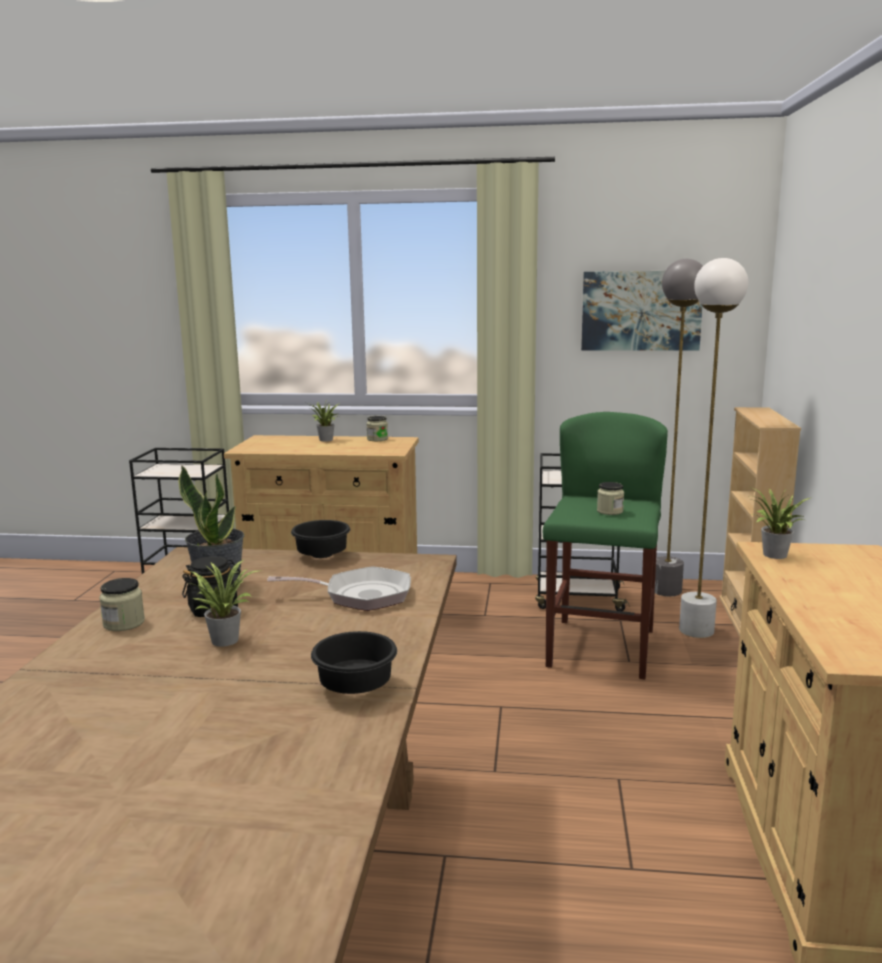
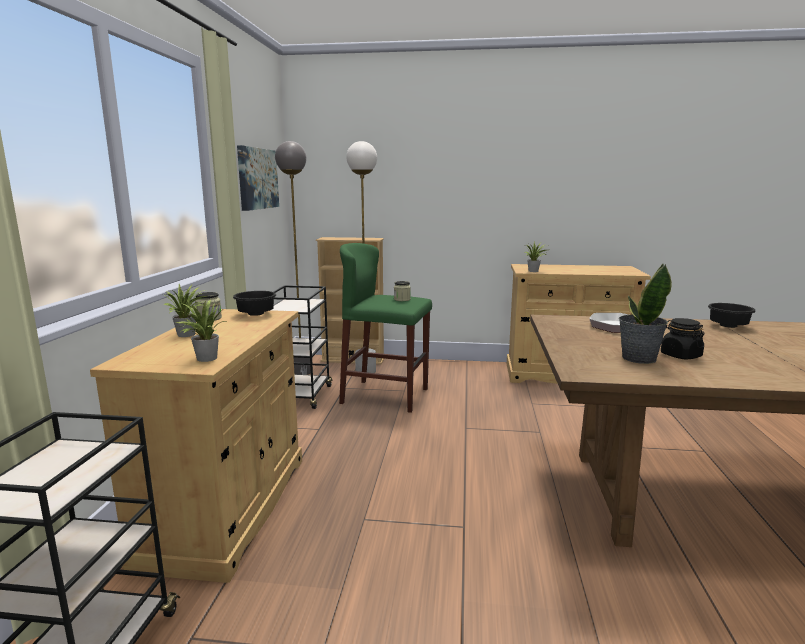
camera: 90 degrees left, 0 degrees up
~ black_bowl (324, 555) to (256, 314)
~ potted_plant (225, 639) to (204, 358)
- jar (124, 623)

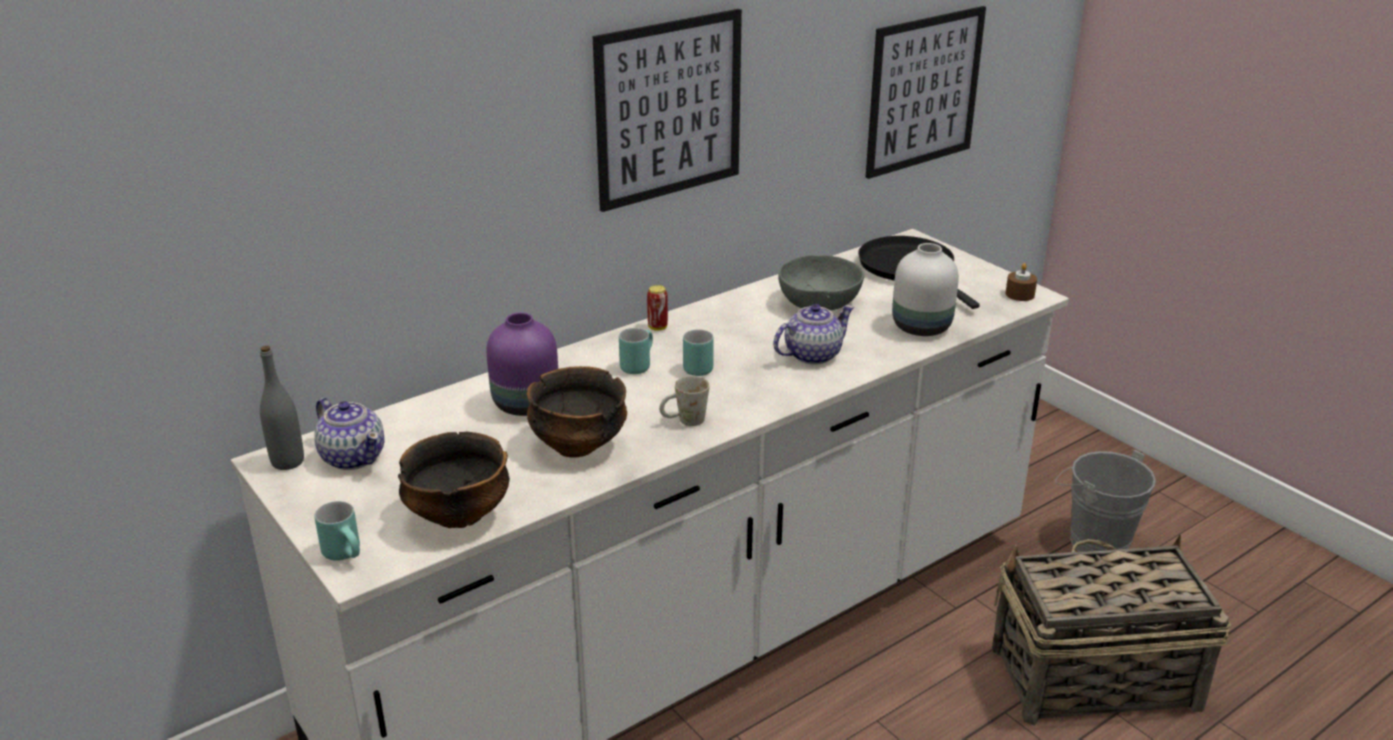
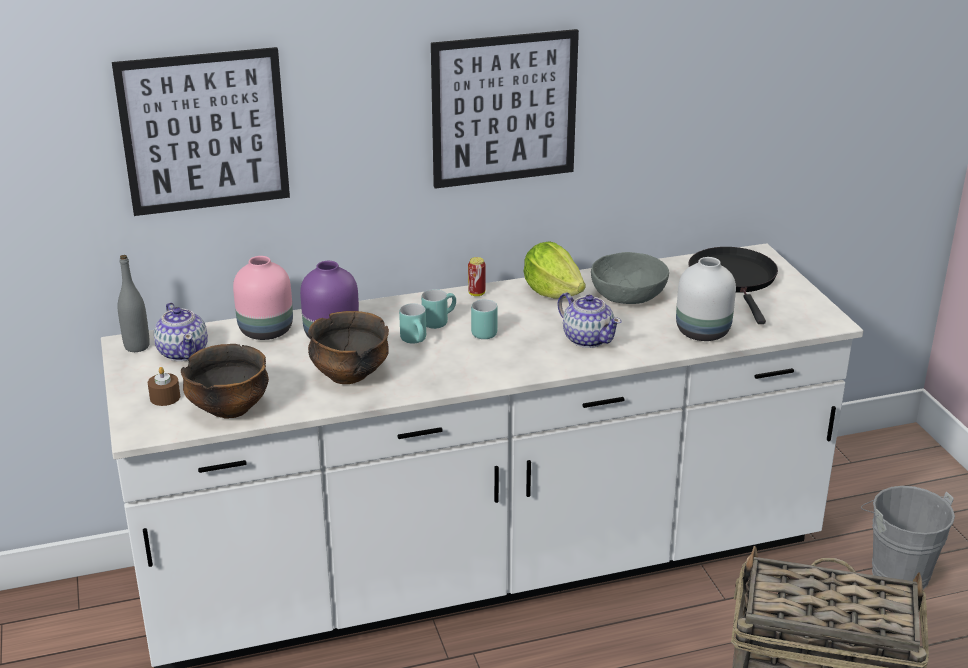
camera: 20 degrees right, 0 degrees up
~ wall_picture (924, 91) to (204, 132)
~ brownish_wax_light (1020, 294) to (165, 397)
~ pot_for_tea (811, 355) = (587, 339) 60 degrees clockwise
- whitish_tea_mug (684, 421)
~ blue-green_tea_mug (348, 554) to (417, 341)
+ head_of_lettuce (553, 292)
+ pinkish_decorative_vase (265, 330)

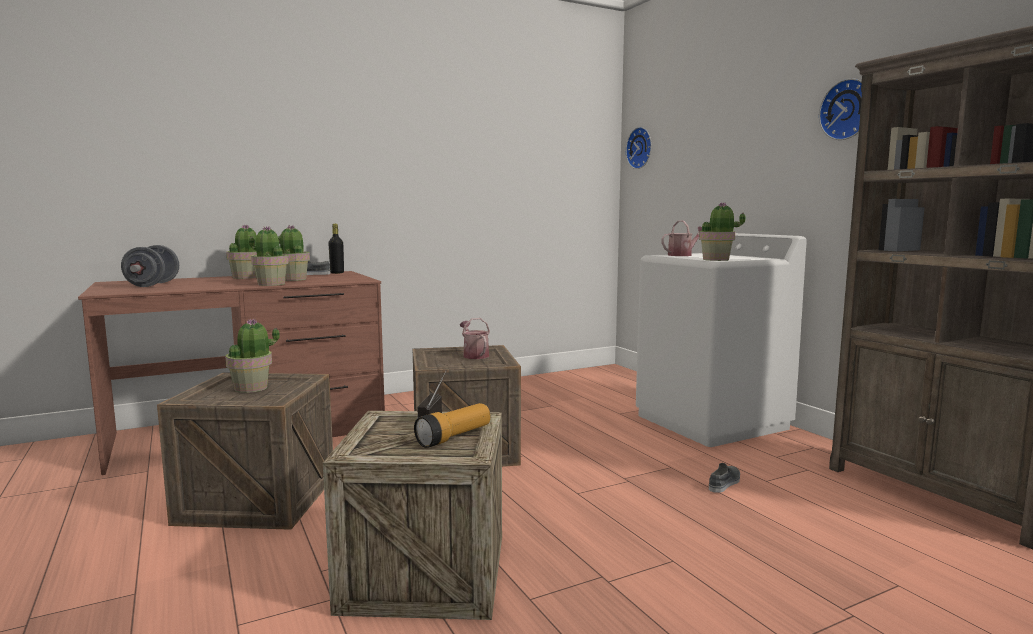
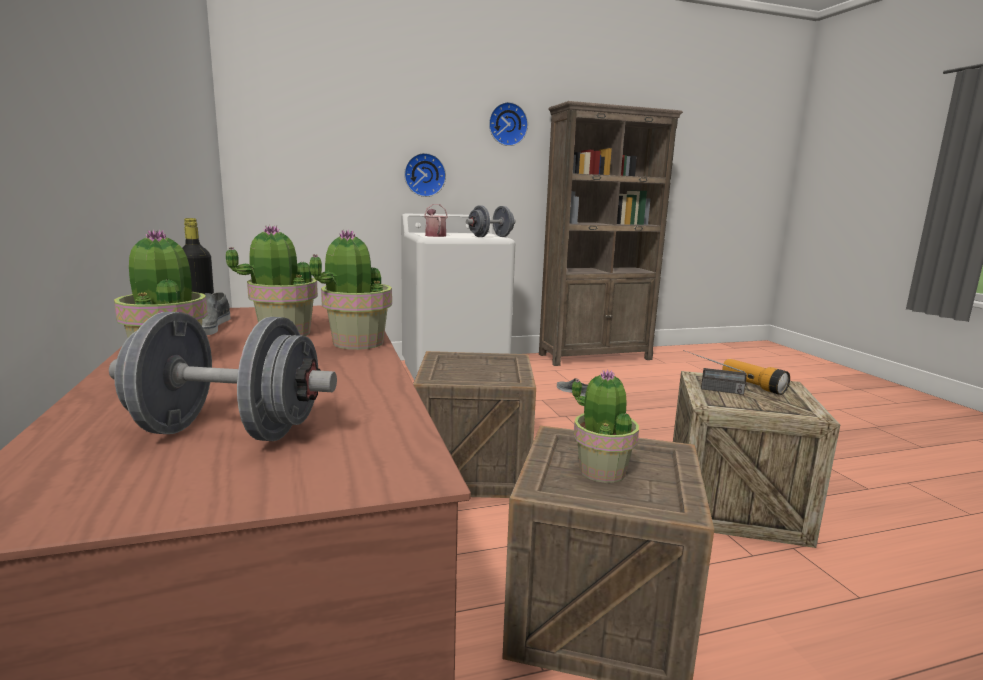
camera: 80 degrees left, 5 degrees up
~ hanging_clock (641, 148) to (424, 175)
~ potted_plant (716, 259) to greyish_free_weight (490, 237)
- sprinkling_can (474, 355)

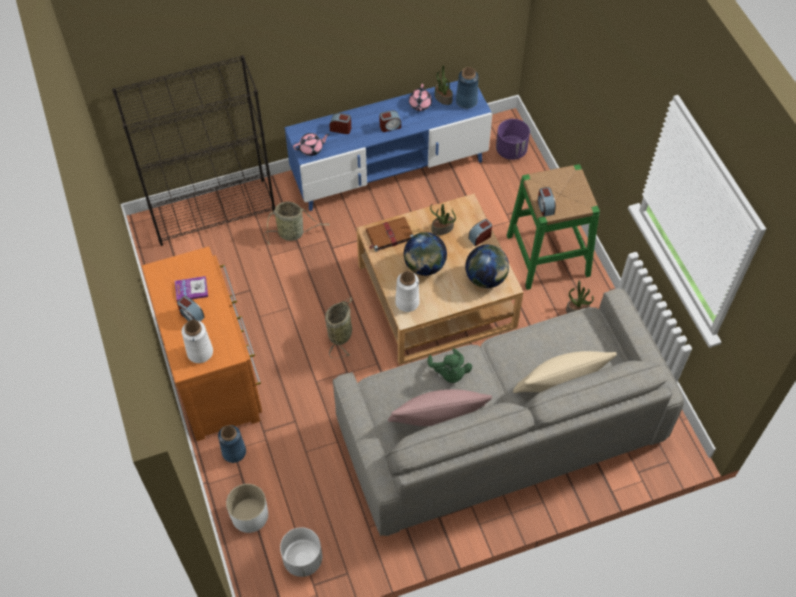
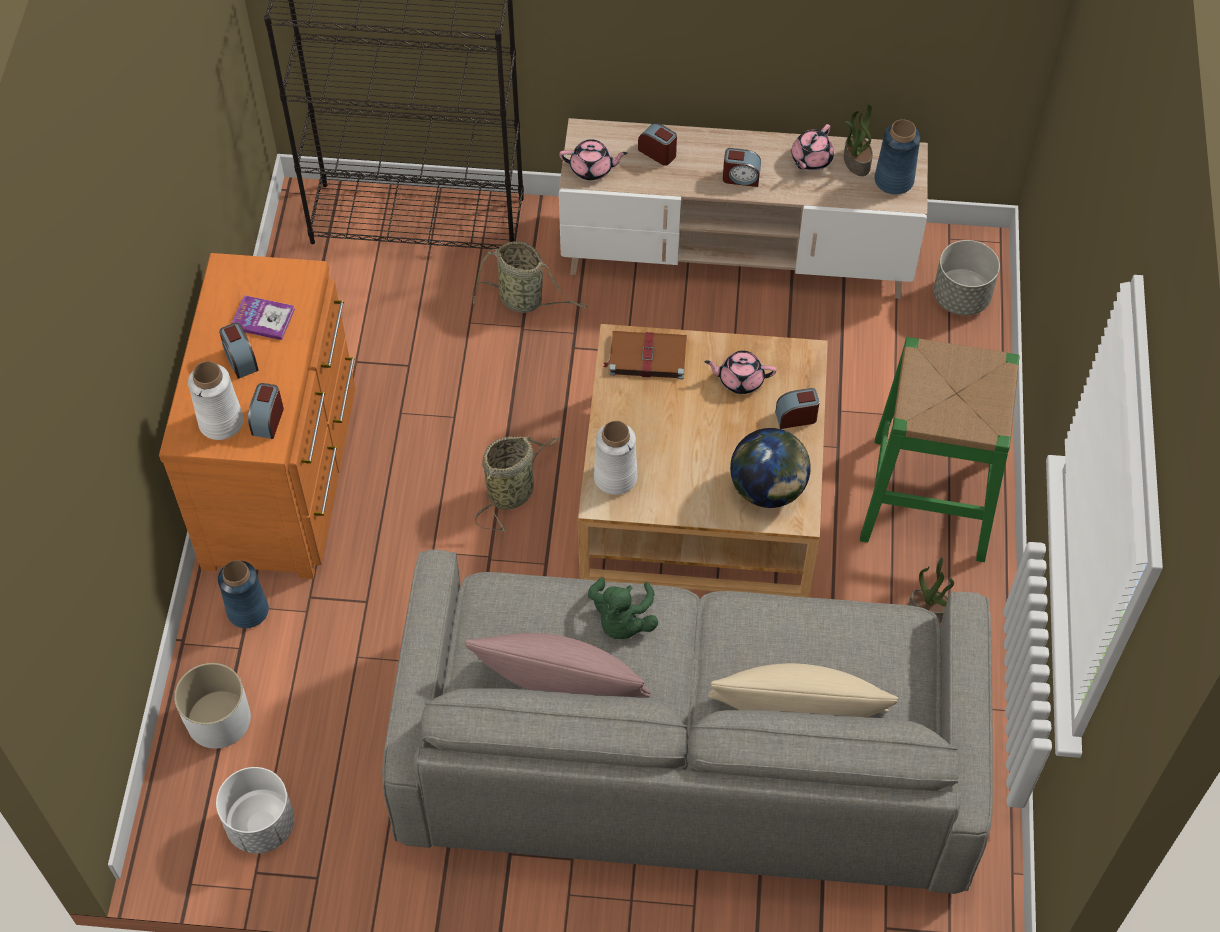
camera: 25 degrees right, 0 degrees up
~ blue-coloured_tv_stand (389, 169) to beige_tv_stand (737, 254)
~ purple_flower_pot (511, 150) to greyish_flower_pot (961, 297)
~ alarm_clock (545, 207) to (268, 420)
~ potted_plant (442, 229) to pinkish_pot_for_tea (740, 379)
- desk_globe (424, 266)

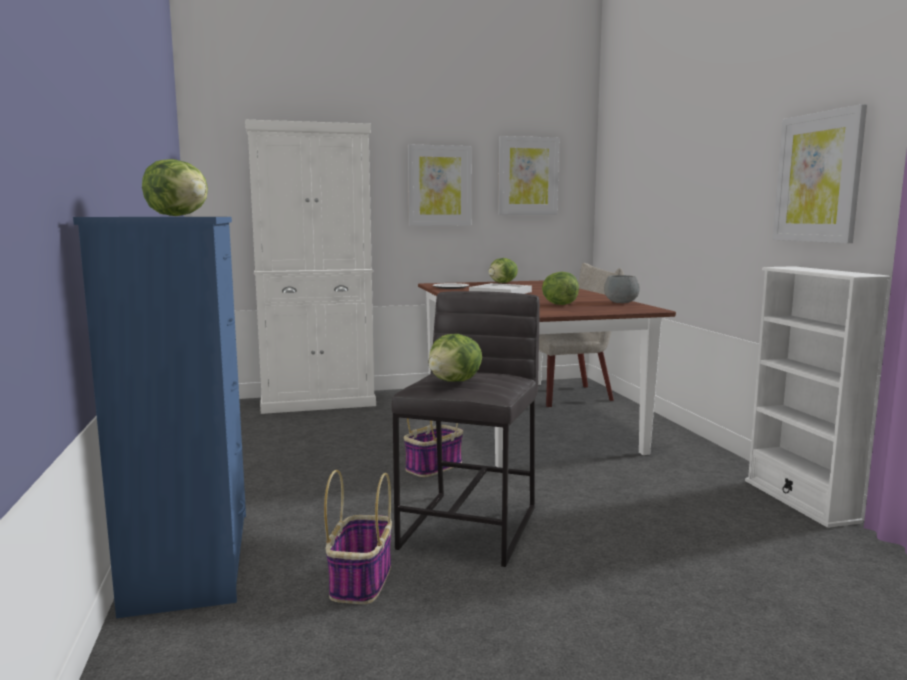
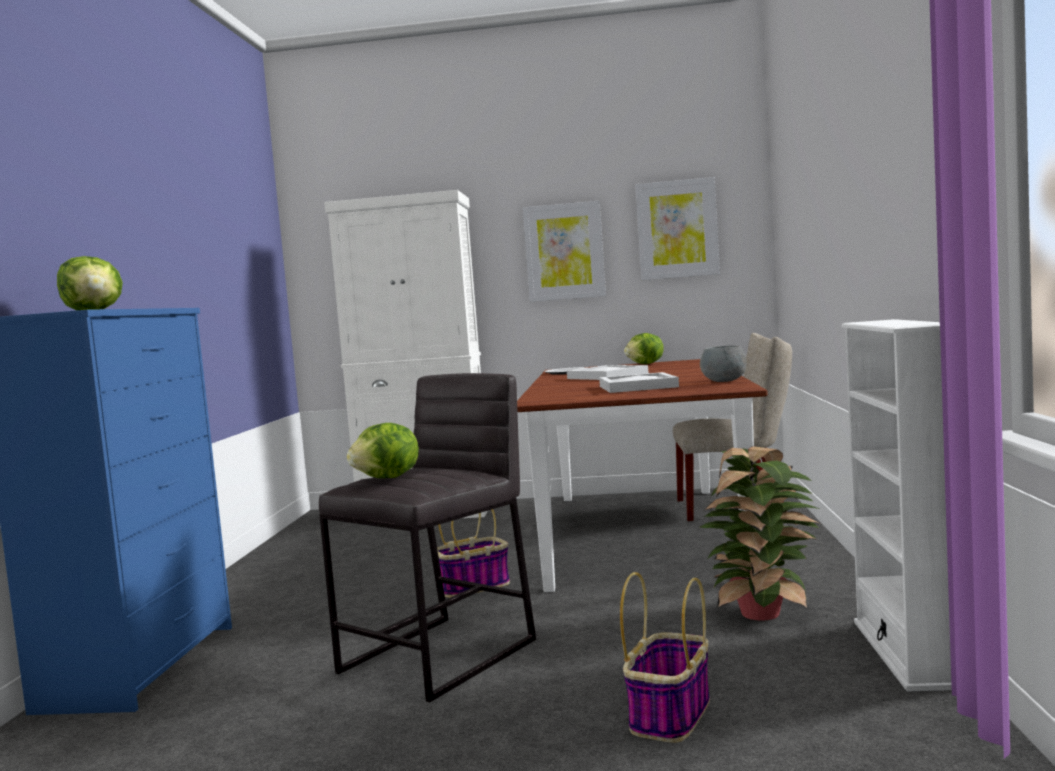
camera: 20 degrees right, 5 degrees down
- wall_picture (818, 177)
~ head_of_lettuce (558, 304) to whitish_tray (637, 387)
~ basket (361, 580) to (670, 714)
+ potted_plant (763, 612)

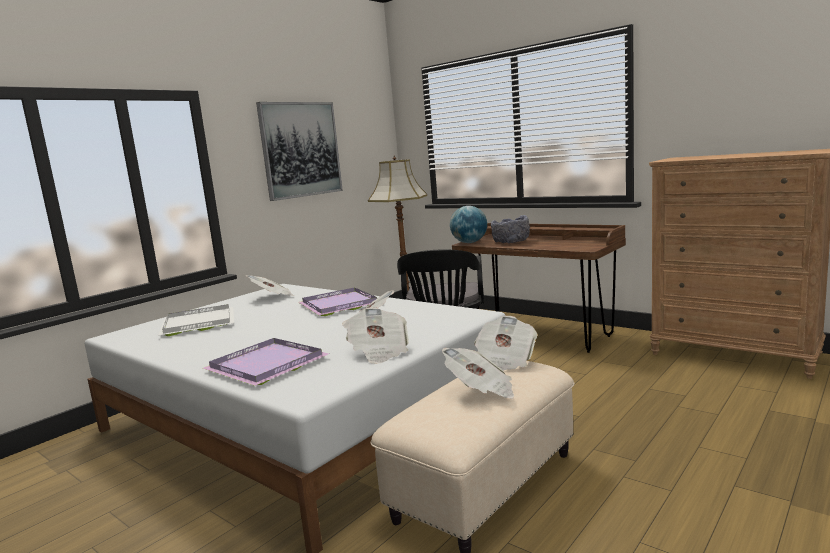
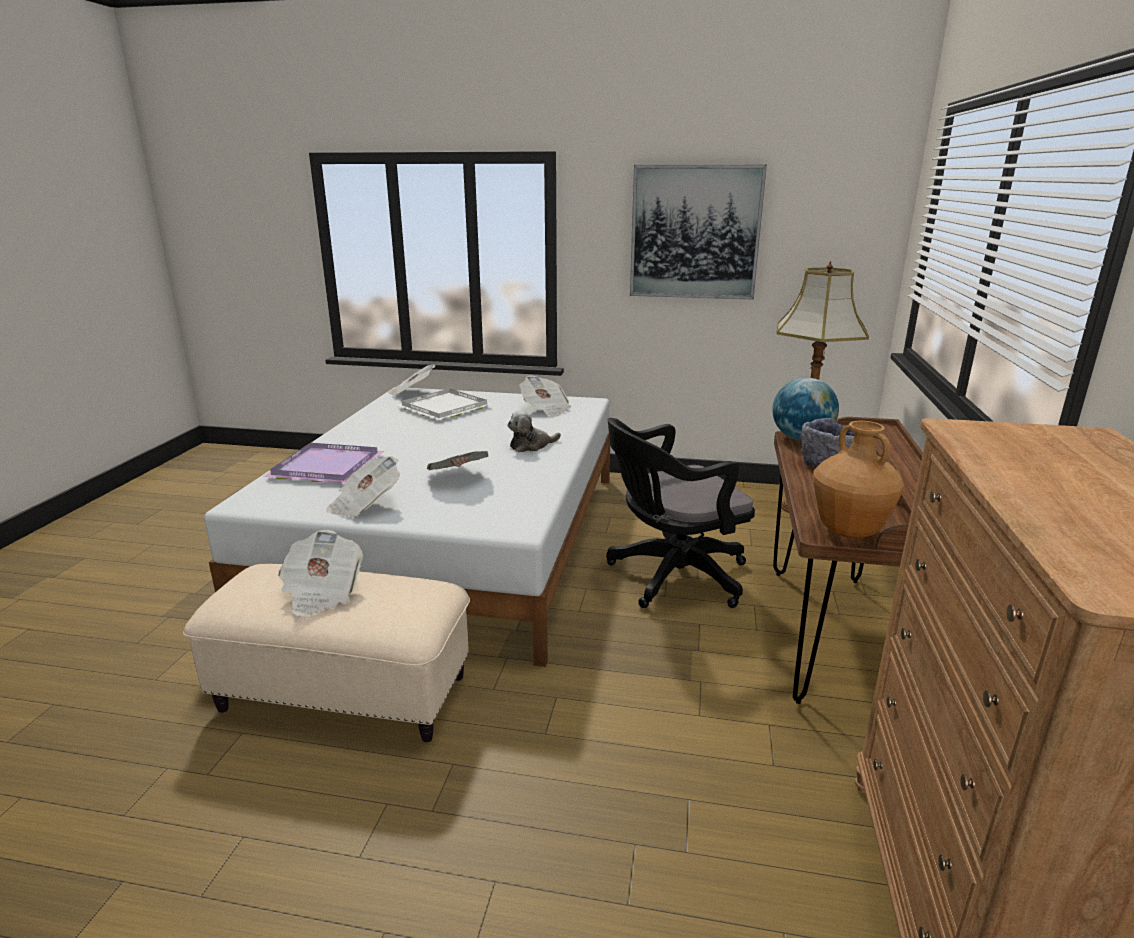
camera: 60 degrees right, 10 degrees up
~ purple_tray (340, 304) to cuddly_toy (531, 445)
~ printed_paper (505, 361) to (411, 393)
+ brownish_decorative_vase (849, 532)

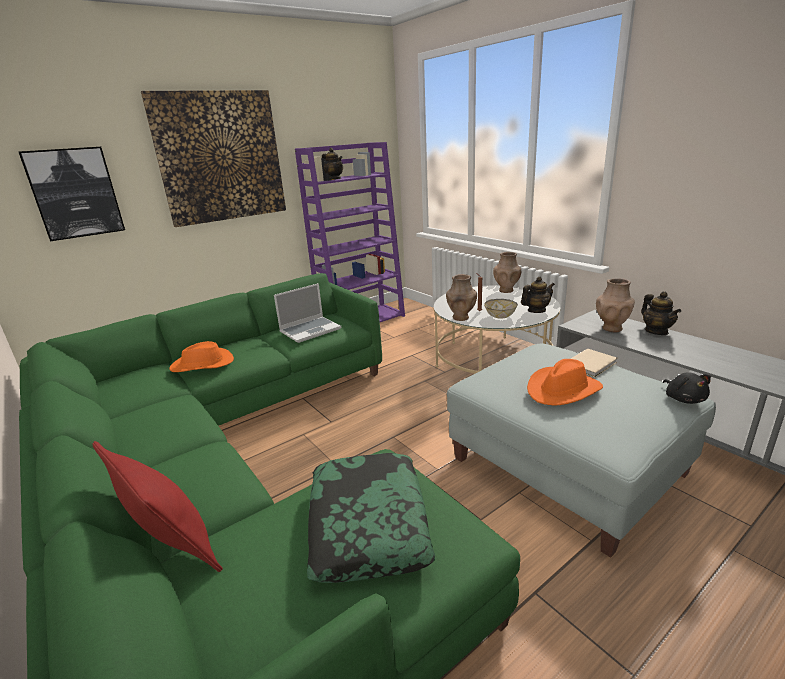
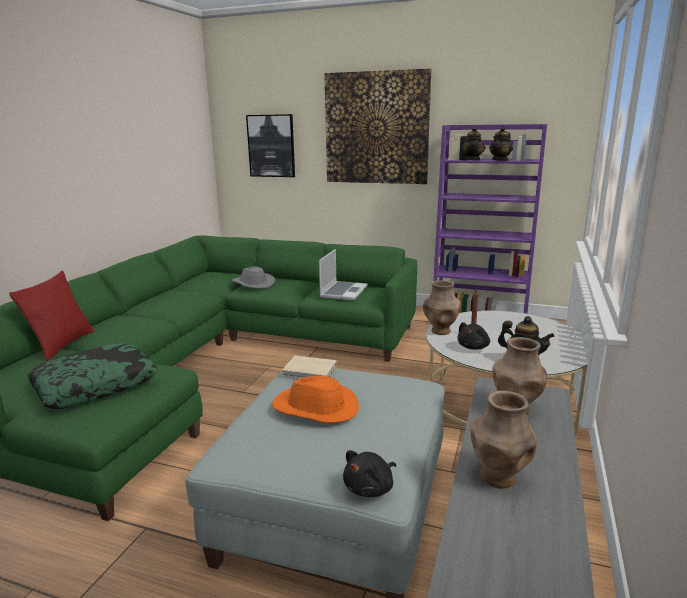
camera: 55 degrees right, 5 degrees down
~ brownish_decorative_vase (506, 290) to (498, 478)
~ portable_computer (310, 330) = (343, 291) 90 degrees counterclockwise
~ pot_for_tea (656, 331) to (500, 160)
~ bowl (500, 316) to black_cuddly_toy (473, 347)
~ orangey_wearable_hat (203, 365) to greyish_wearable_hat (252, 283)
~ beige_volume (592, 364) to (310, 370)

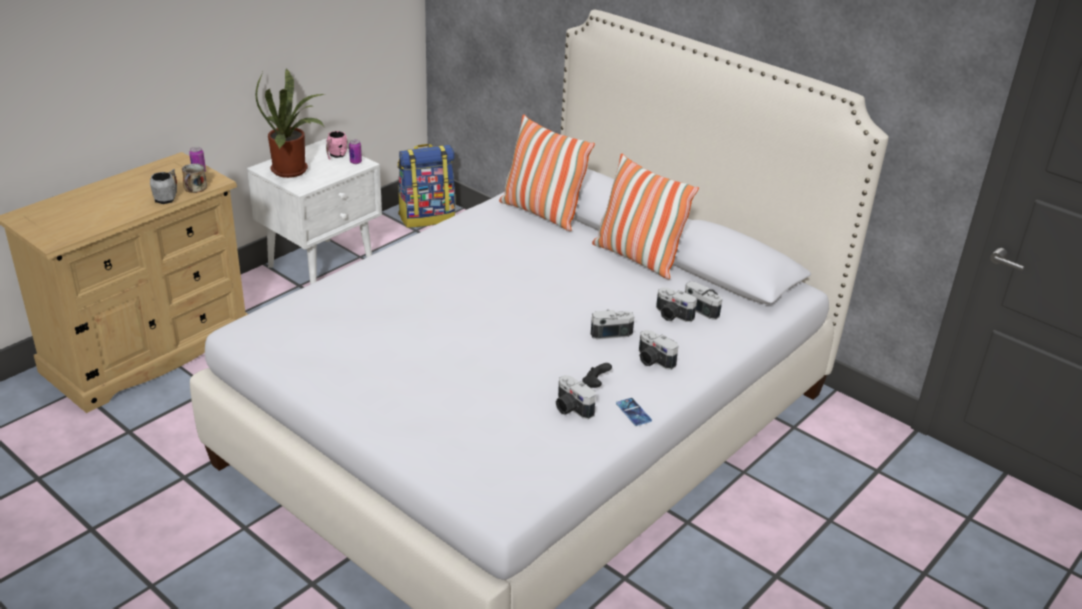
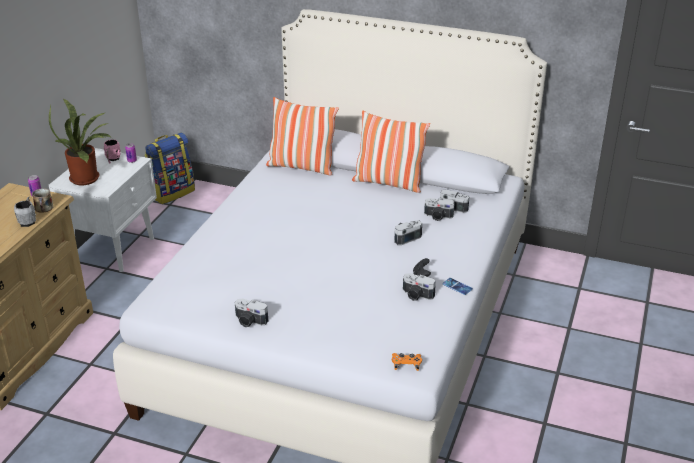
camera: 20 degrees left, 0 degrees up
~ photo_camera (653, 361) to (249, 321)
+ orangey_gamepad (406, 365)

